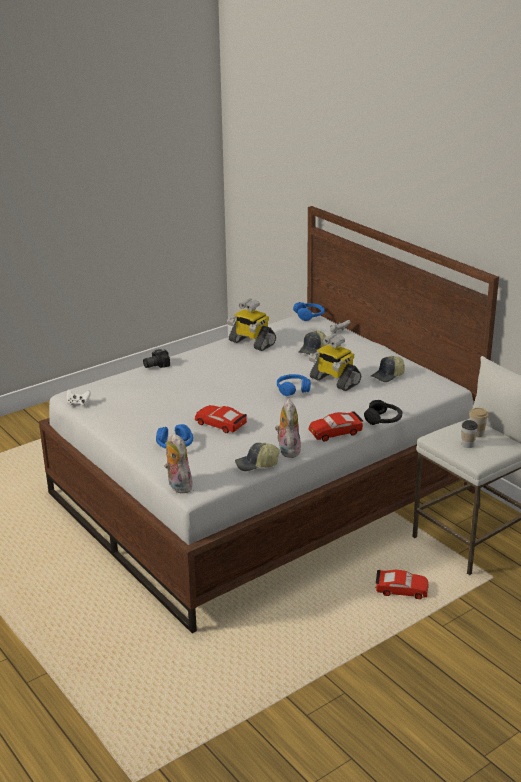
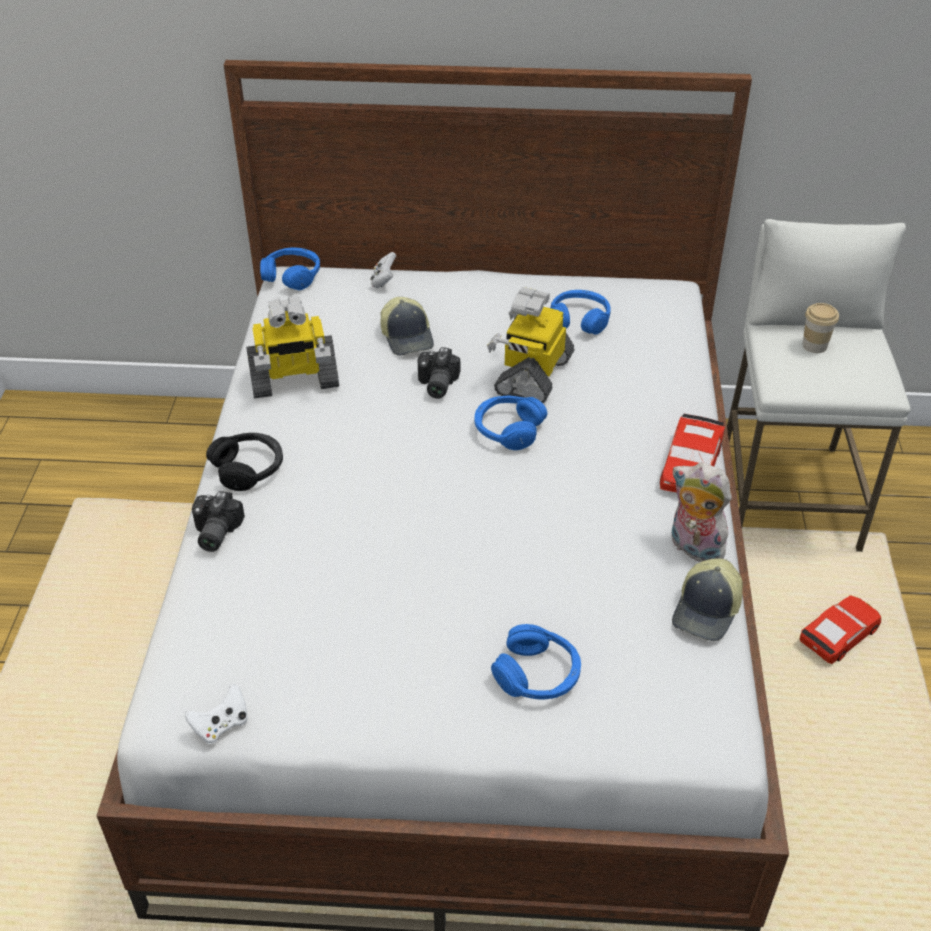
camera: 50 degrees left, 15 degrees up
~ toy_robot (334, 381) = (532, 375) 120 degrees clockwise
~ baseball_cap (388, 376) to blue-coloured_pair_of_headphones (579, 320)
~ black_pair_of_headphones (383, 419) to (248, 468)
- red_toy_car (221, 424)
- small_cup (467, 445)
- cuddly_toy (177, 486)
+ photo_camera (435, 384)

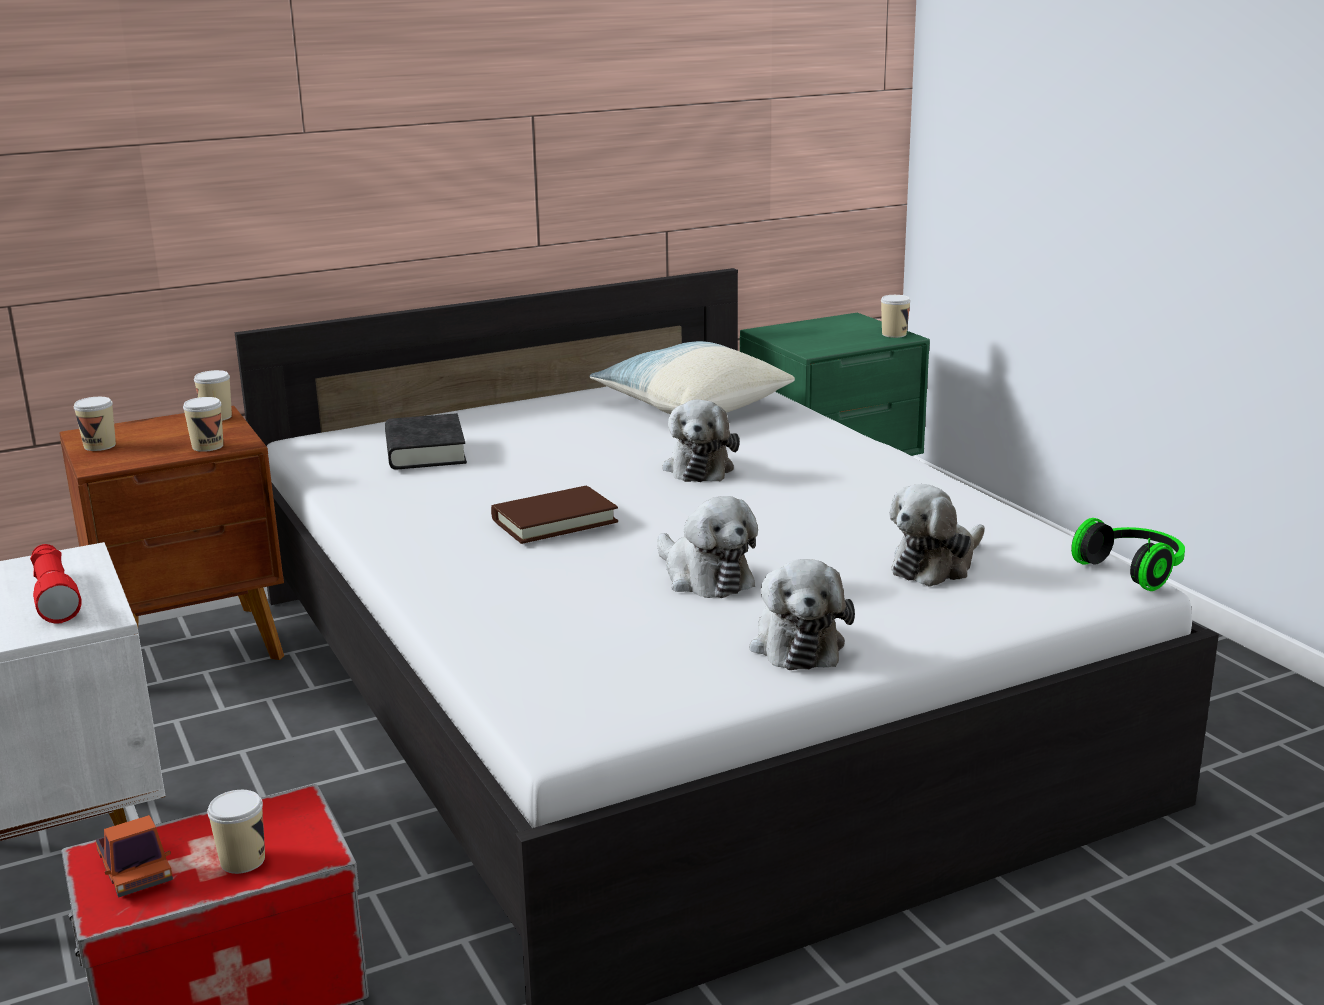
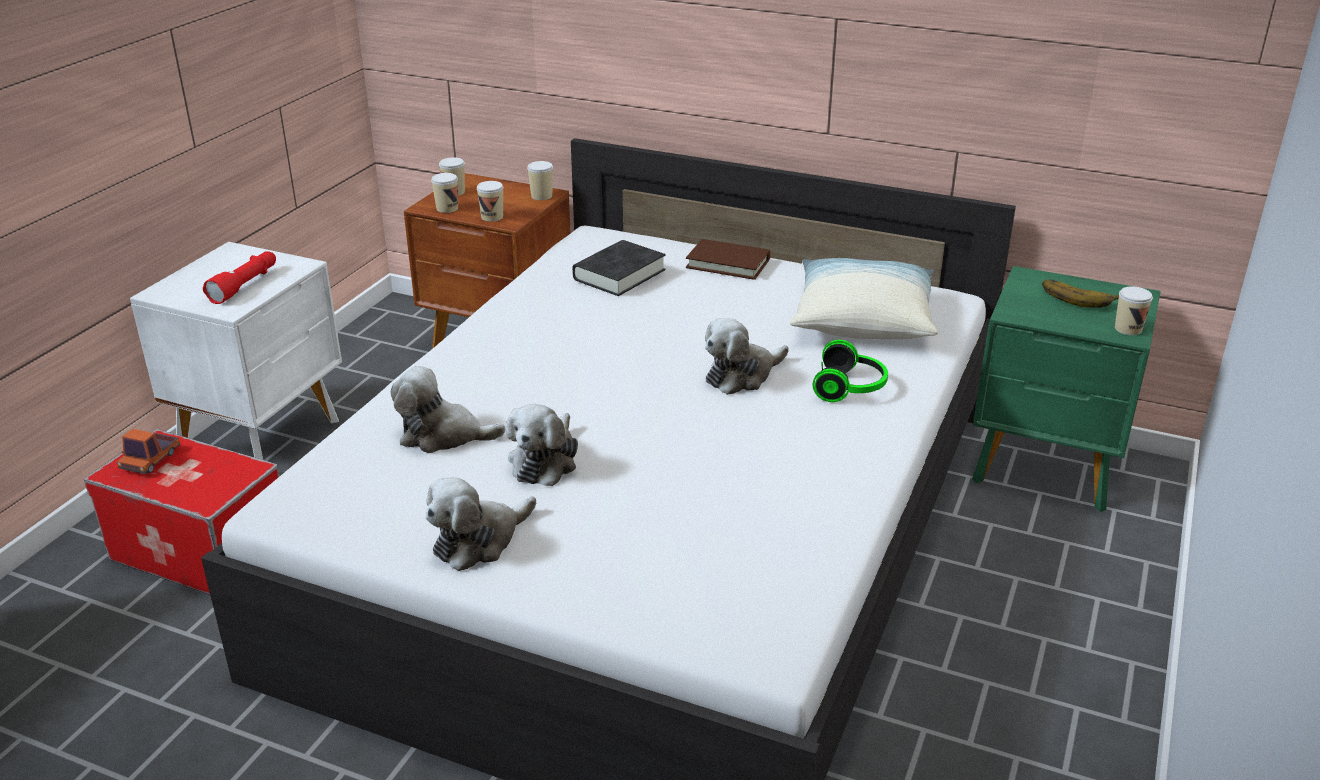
camera: 50 degrees right, 10 degrees up
~ cuddly_toy (935, 565) to (443, 435)
~ brownish_volume (554, 521) to (728, 263)
~ pair_of_headphones (1134, 570) to (850, 388)
~ small_cup (242, 860) to (447, 208)
+ whole_banana (1081, 296)

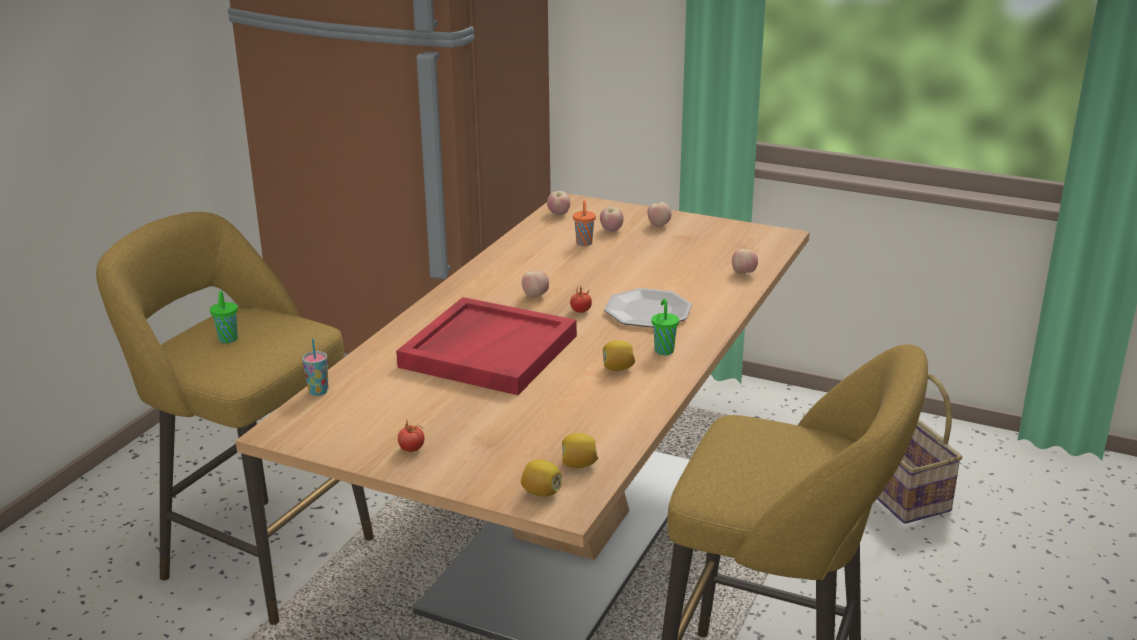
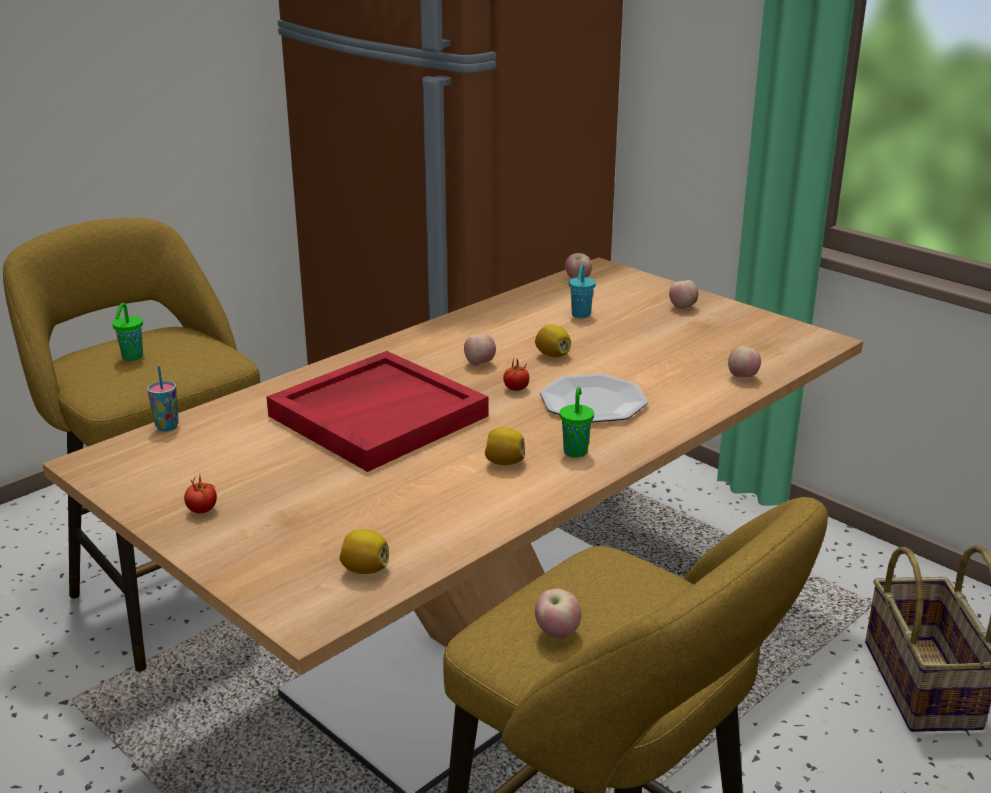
camera: 20 degrees right, 0 degrees up
~ orangey_small_cup (584, 243) to blue-green_small_cup (580, 315)
~ apple_fruit (611, 230) to (557, 633)
~ whole_lemon (541, 493) to (552, 355)

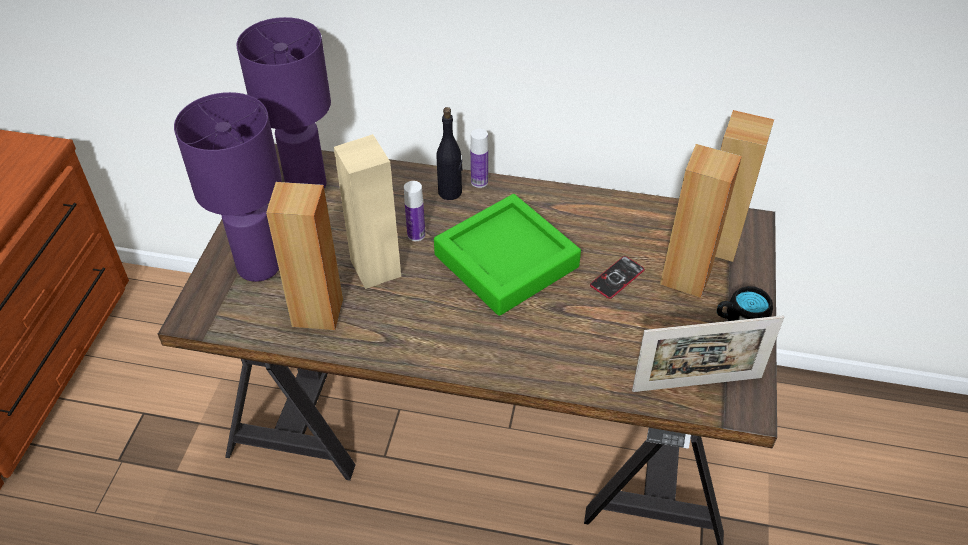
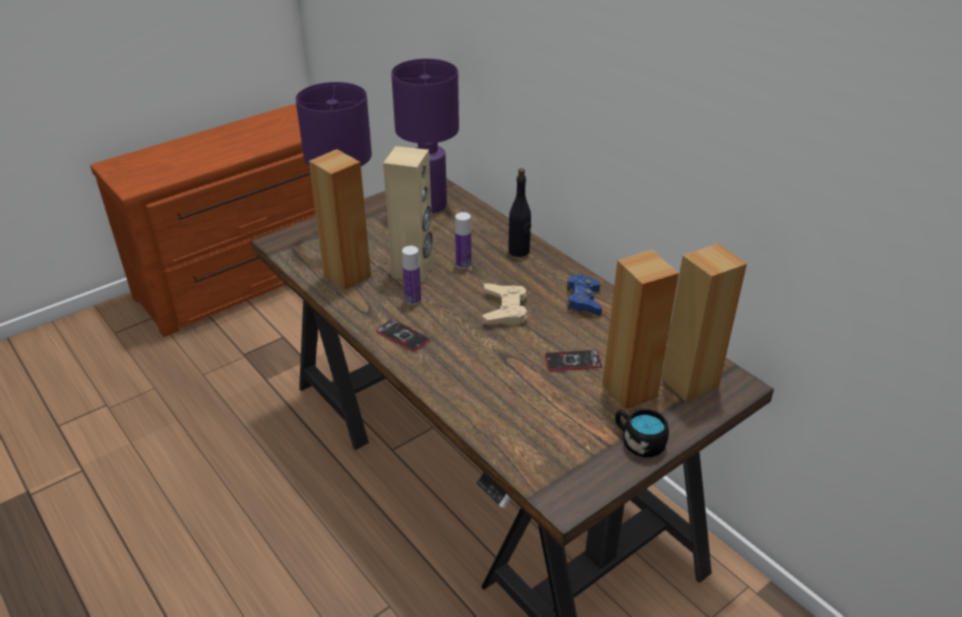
camera: 40 degrees right, 10 degrees down
~ beverage_bottle (479, 182) to (413, 299)
~ greenish_tray (506, 261) to beige_gamepad (504, 309)
- standing_frame (697, 384)
+ blue-coloured_gamepad (583, 301)
+ handset (402, 336)

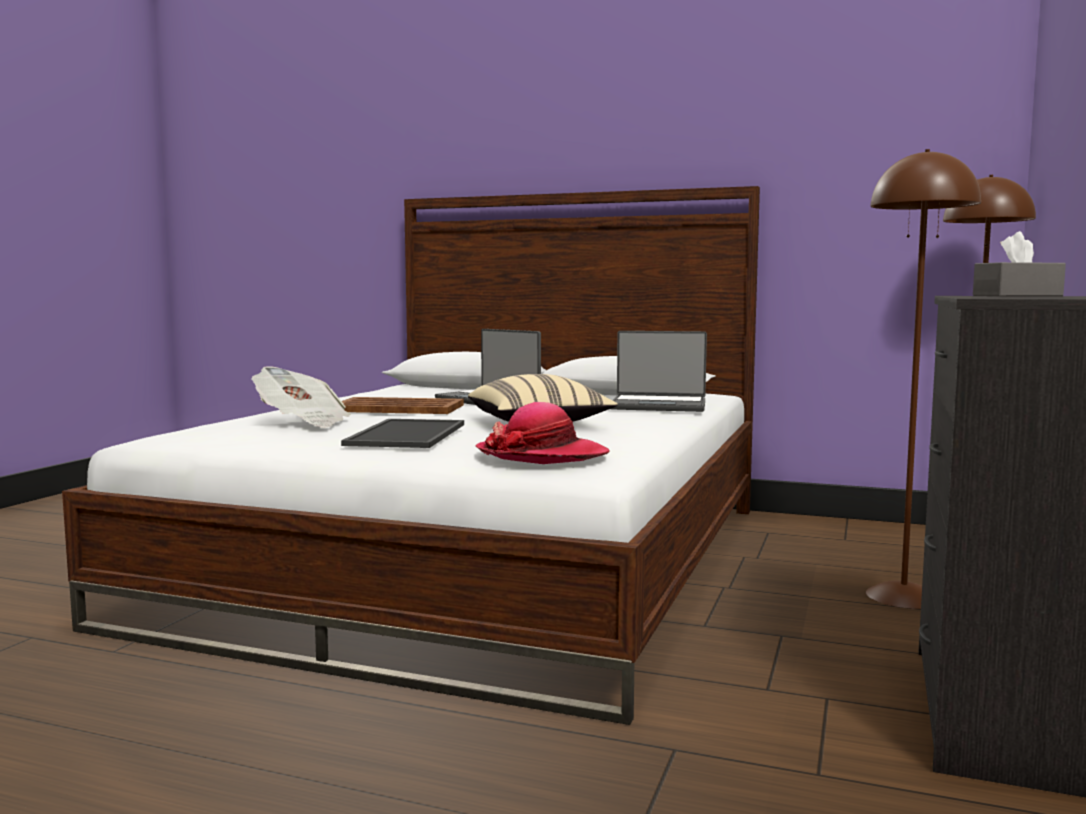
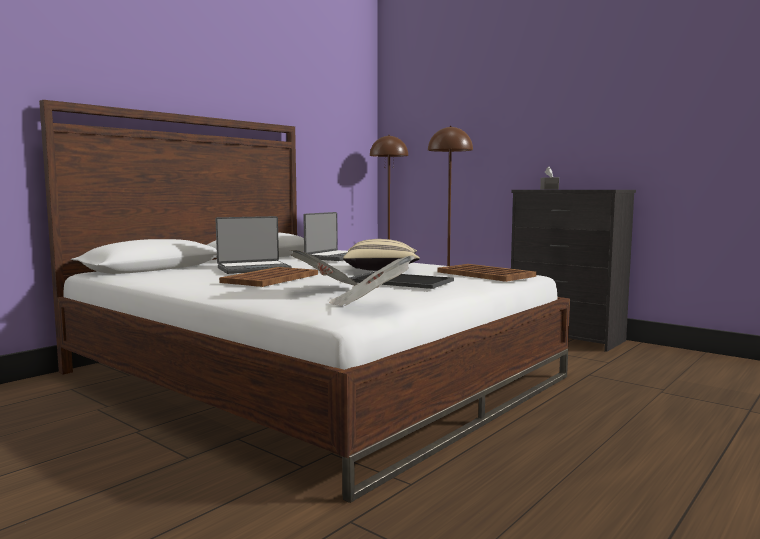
camera: 70 degrees left, 0 degrees up
~ wearable_hat (542, 455) to brownish_tray (485, 274)
+ printed_paper (371, 304)

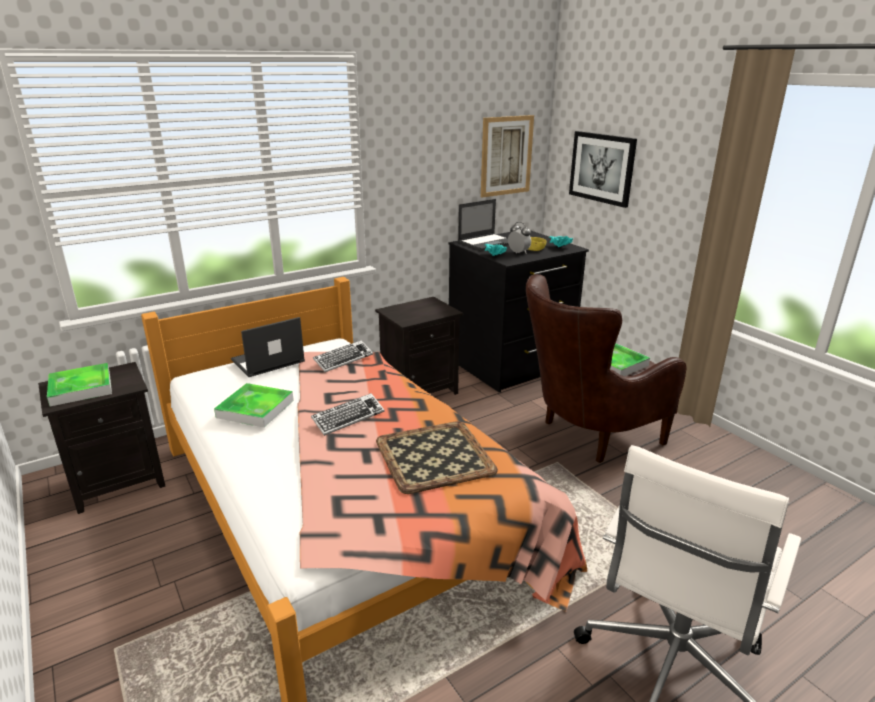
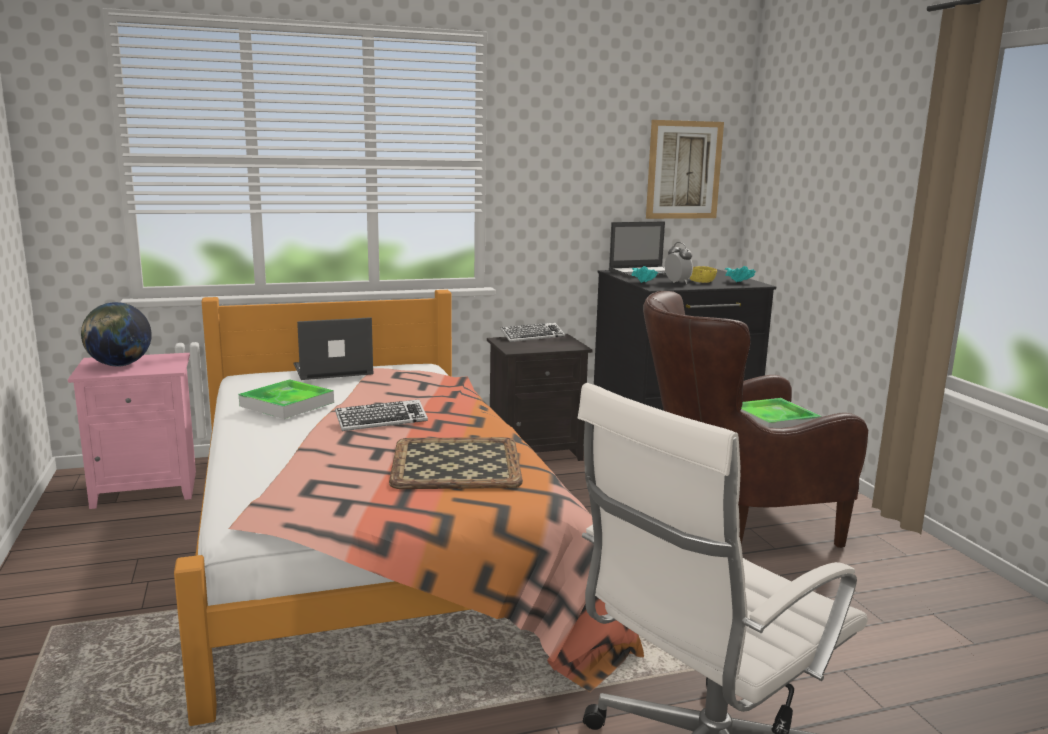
camera: 15 degrees right, 10 degrees down
- wall_picture (602, 168)
~ keyboard (343, 359) to (532, 336)
~ black_night_table (119, 482) to pinkish_night_table (147, 488)
~ tray (81, 388) to desk_globe (120, 365)

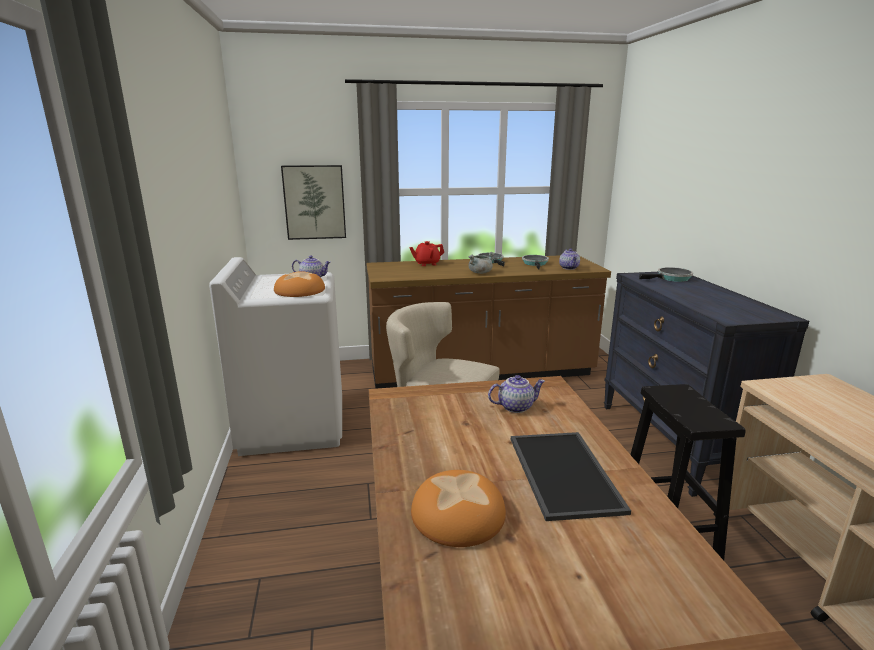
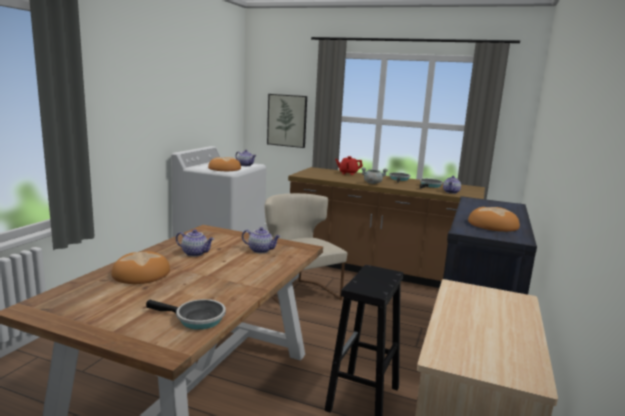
camera: 30 degrees right, 5 degrees down
~ skillet (671, 278) to (196, 319)
- tray (561, 472)
+ baked_bread (493, 225)
+ pot_for_tea (195, 253)

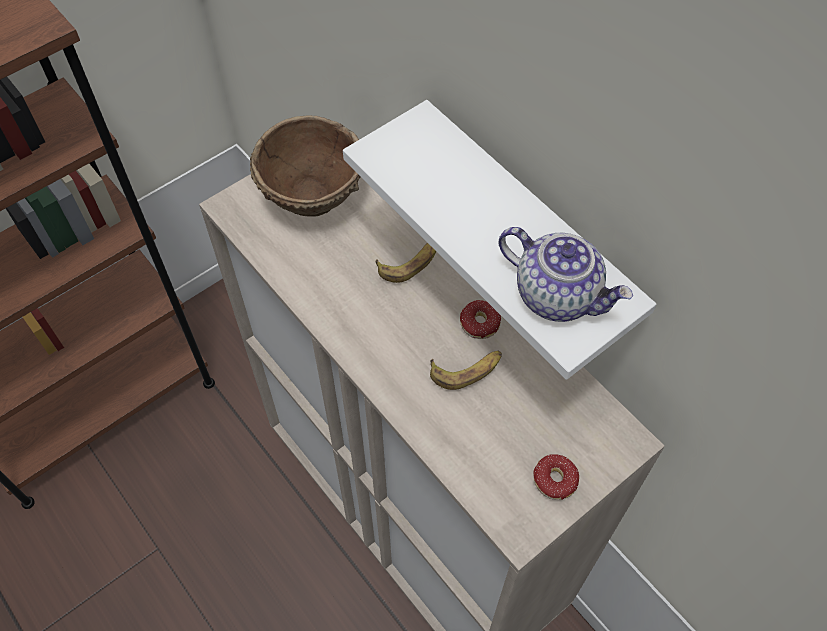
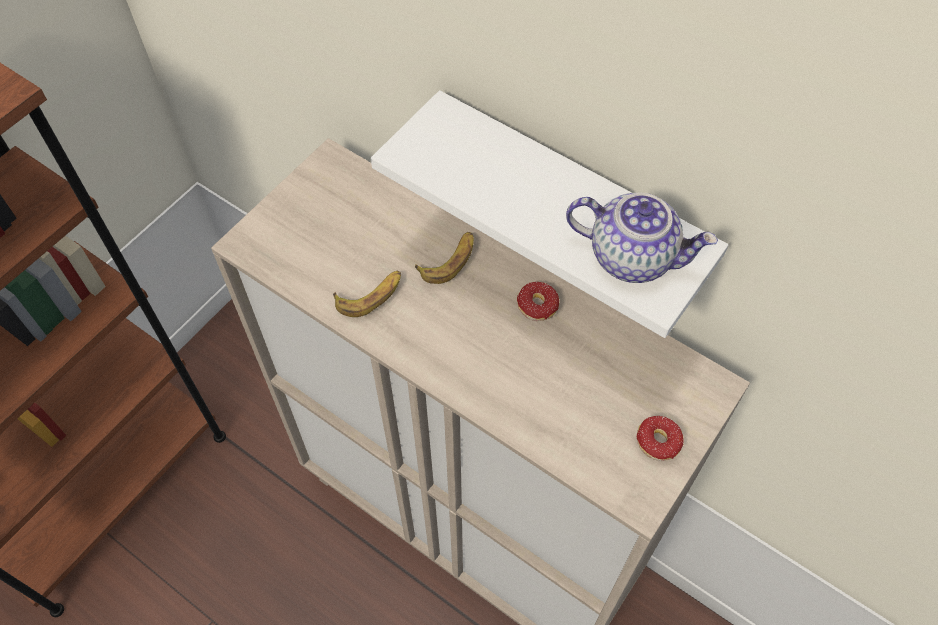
camera: 15 degrees left, 0 degrees up
- brownish_bowl (314, 197)
~ whole_banana (466, 370) to (370, 296)

